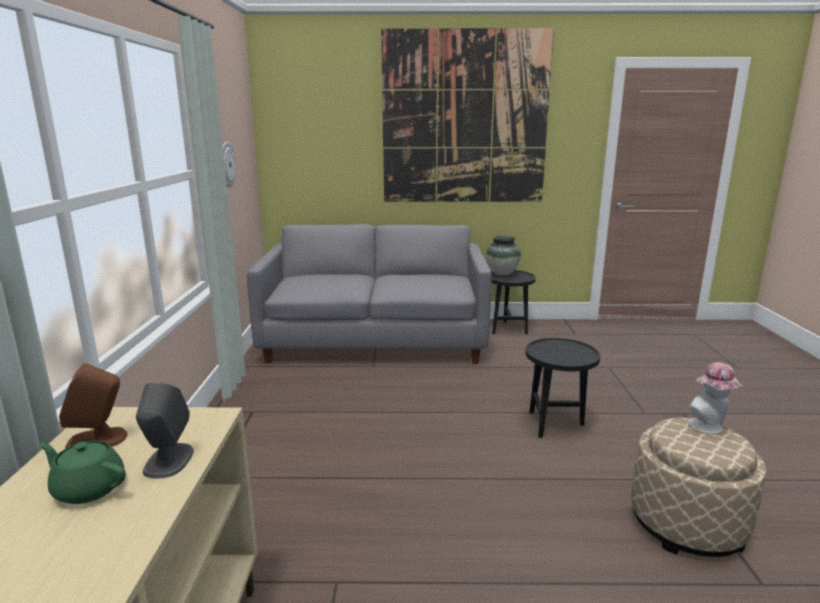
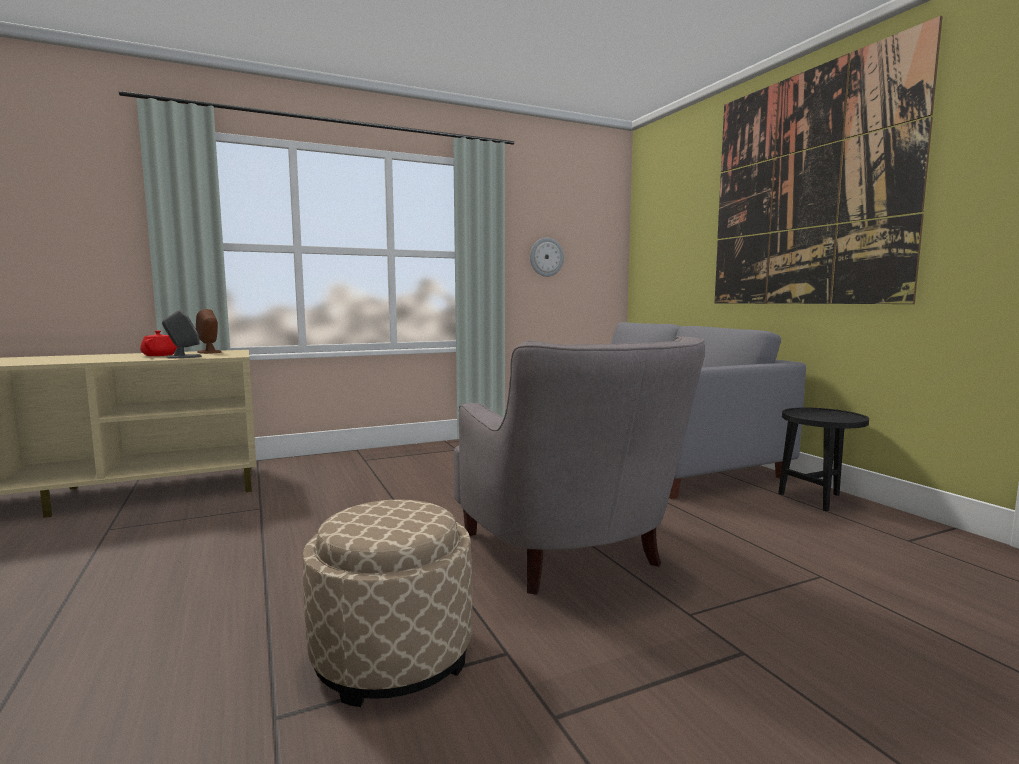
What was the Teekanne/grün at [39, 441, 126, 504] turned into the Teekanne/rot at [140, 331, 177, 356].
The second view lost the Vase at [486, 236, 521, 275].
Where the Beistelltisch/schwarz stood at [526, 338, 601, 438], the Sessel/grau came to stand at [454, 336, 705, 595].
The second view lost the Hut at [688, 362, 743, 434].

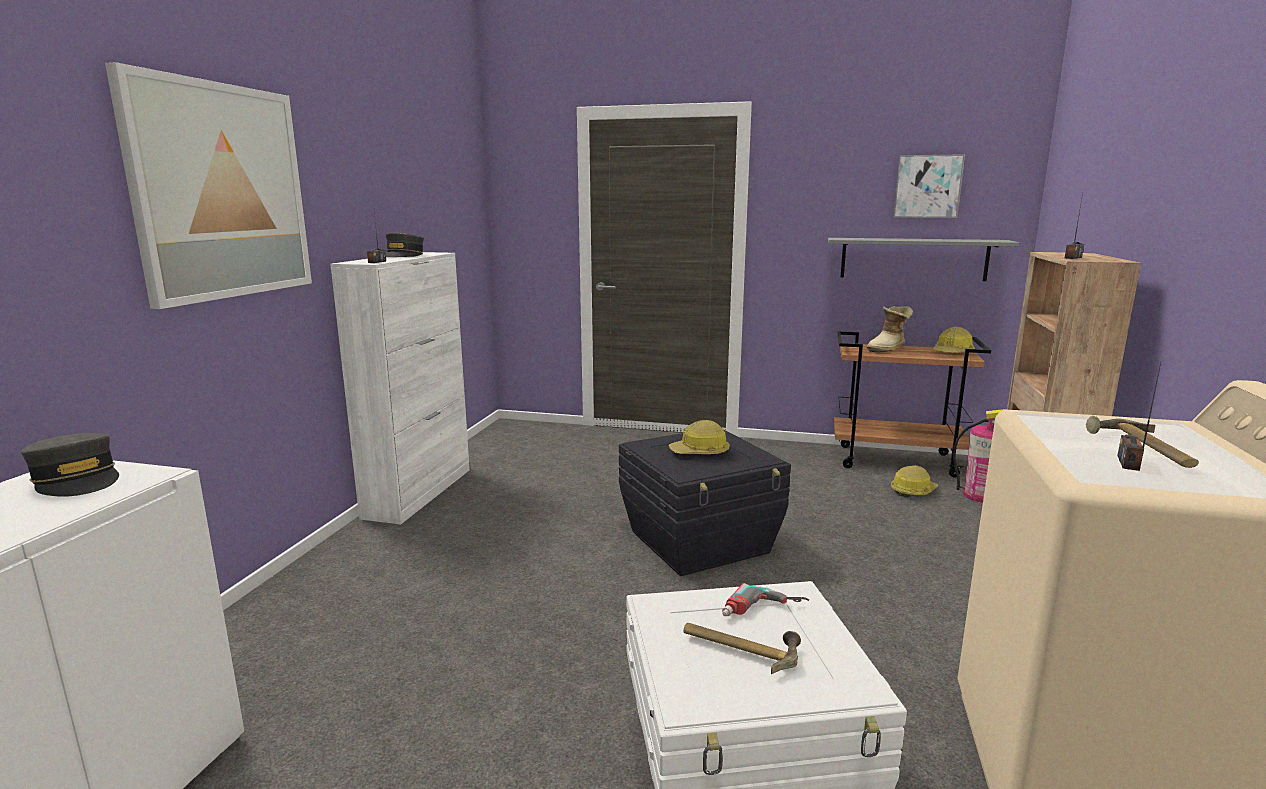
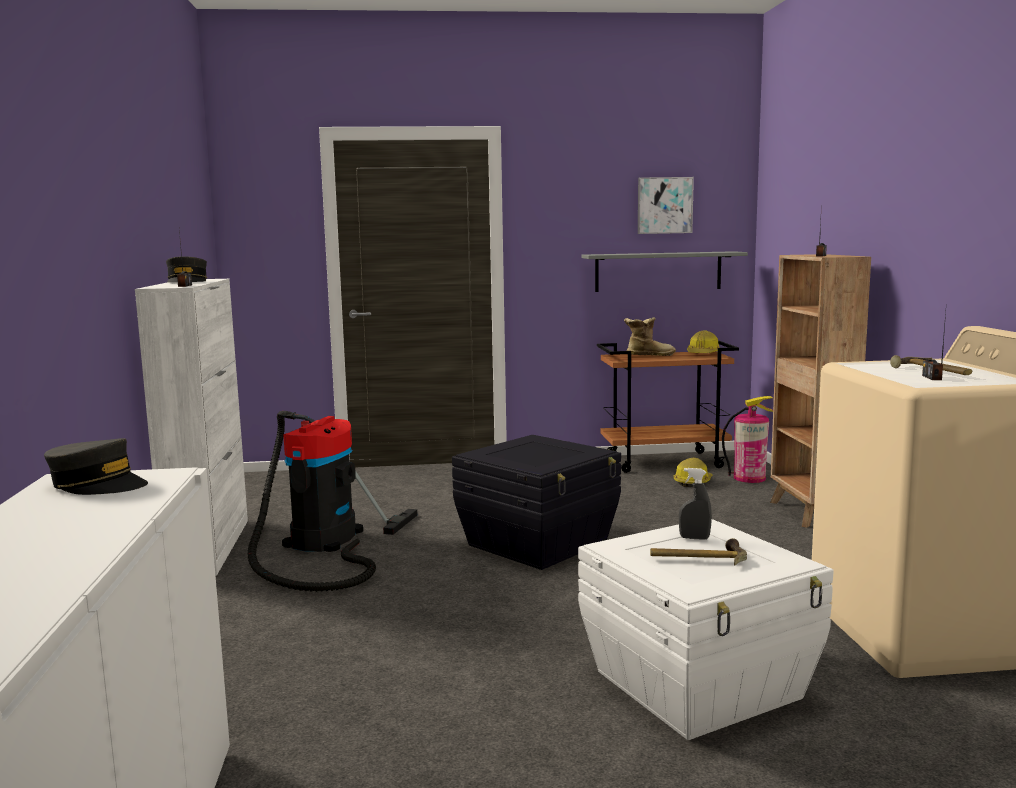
The second view lost the Bild at [105, 62, 312, 309].
The second view lost the Schutzhelm at [669, 420, 730, 454].
Where the Bohrmaschine stood at [722, 583, 809, 616], the Sprühflasche/grau came to stand at [679, 468, 712, 540].
The Stiefel at [867, 306, 913, 353] ended up facing another way, 135 degrees counterclockwise from before.
The second view gained the Staubsauger at [248, 411, 417, 592].

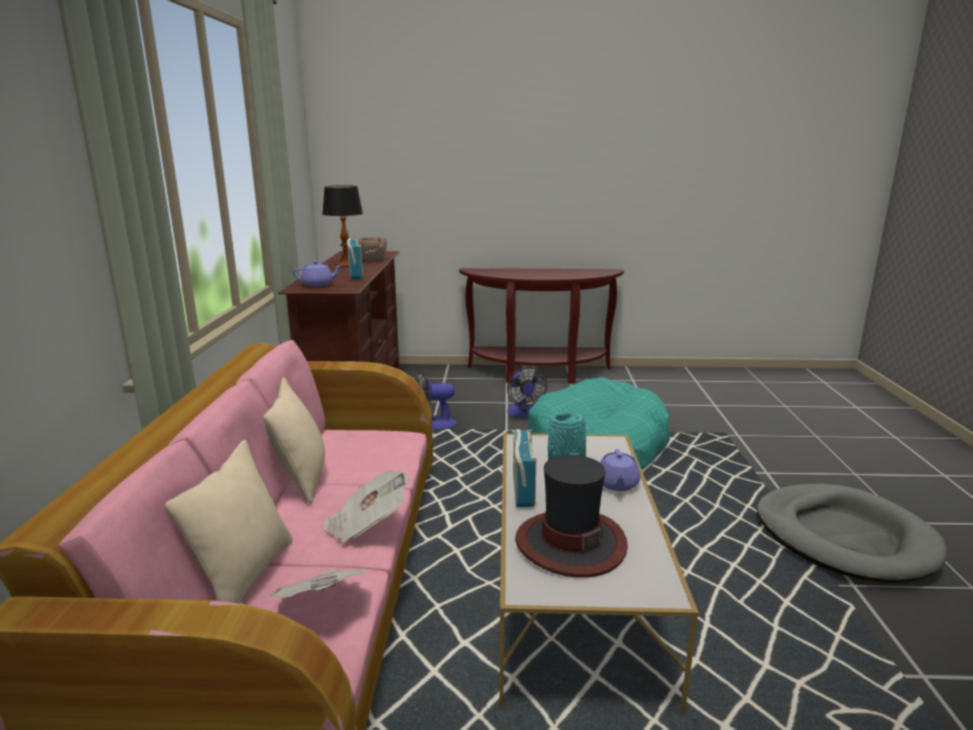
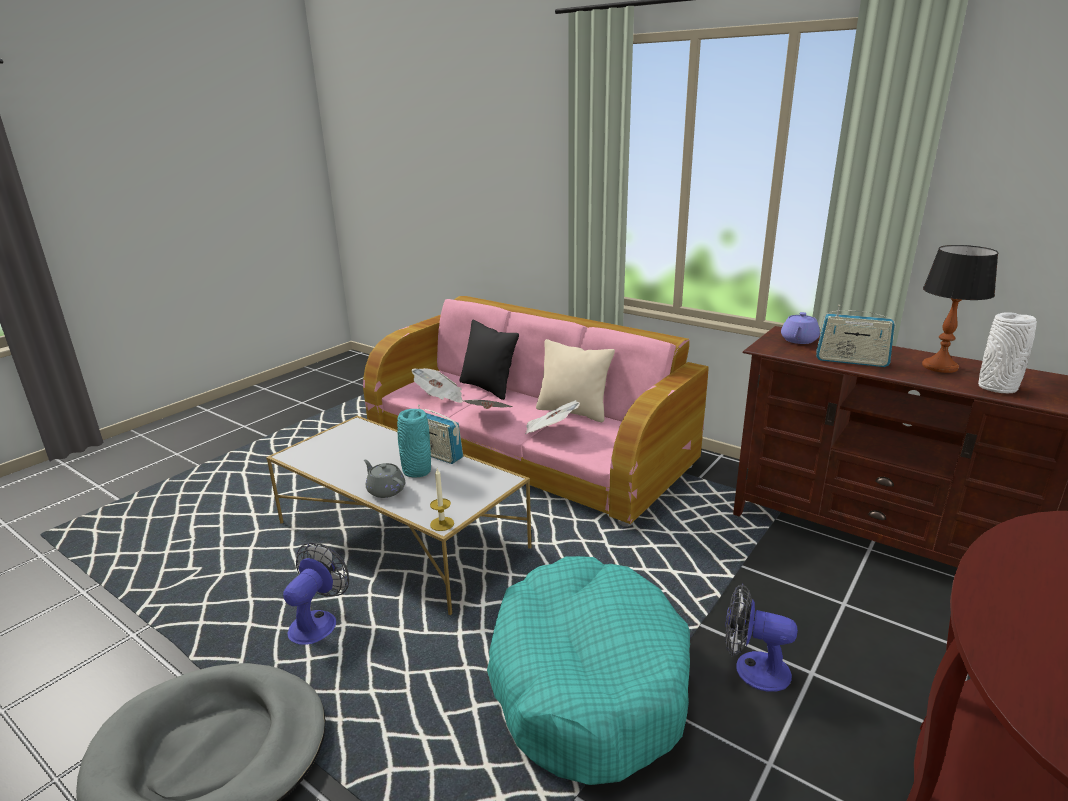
What was the Kissen/beige at [165, 440, 293, 604] turned into the Kissen/schwarz at [459, 319, 519, 400].
Where the Schüssel/braun stood at [358, 237, 387, 261], the Vase/weiß came to stand at [978, 312, 1037, 393].
The Ventilator ended up elsewhere, having gone from [415, 372, 457, 429] to [283, 543, 349, 645].
The second view lost the Hut at [515, 455, 628, 578].
What was the Teekanne/lila at [600, 449, 641, 491] turned into the Teekanne/grau at [364, 460, 405, 498].
The second view gained the Kerze at [430, 469, 454, 531].
The second view gained the Zeitung at [525, 400, 580, 434].

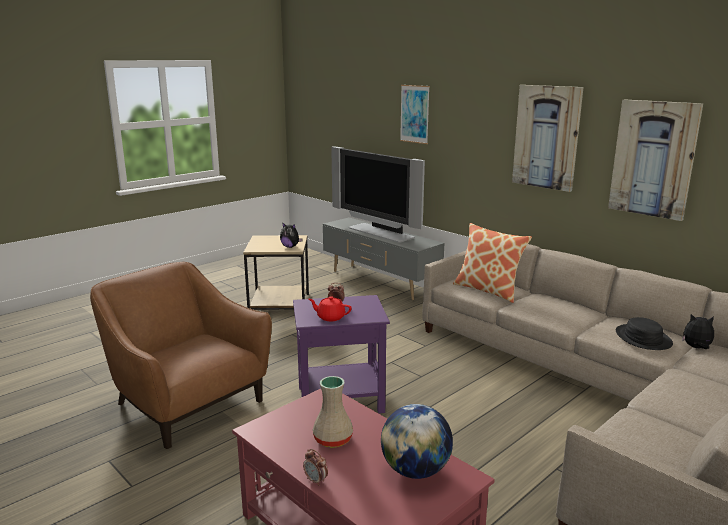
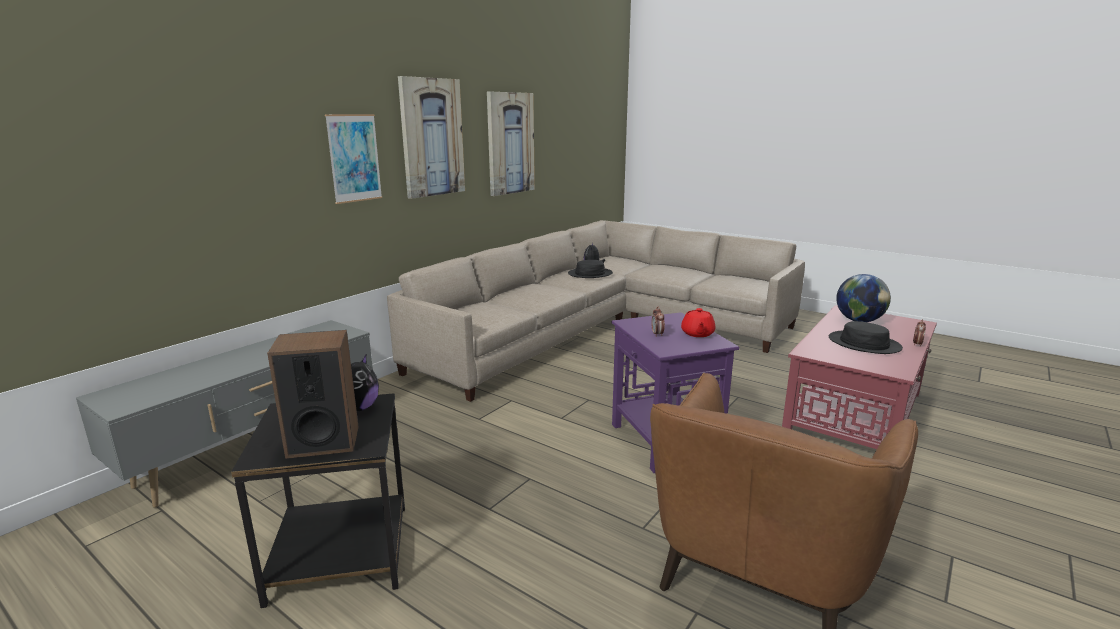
What was the Beistelltisch/beige at [243, 235, 309, 310] turned into the Beistelltisch/schwarz at [231, 393, 405, 608].
Where the Vase/beige stood at [313, 376, 353, 448], the Hut/schwarz came to stand at [829, 321, 903, 354].
The second view lost the Fernseher at [331, 146, 425, 243].
The Bild ended up elsewhere, having gone from [400, 85, 430, 144] to [325, 114, 382, 204].
The second view lost the Kissen at [453, 223, 532, 303].
The second view gained the Lautsprecher at [267, 330, 359, 459].

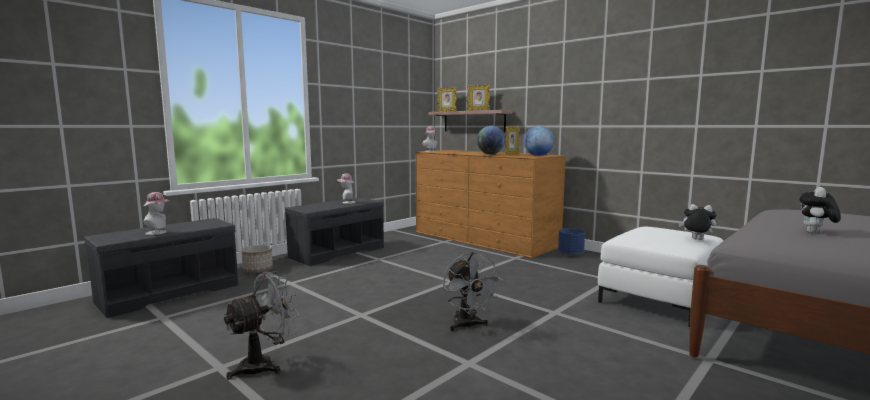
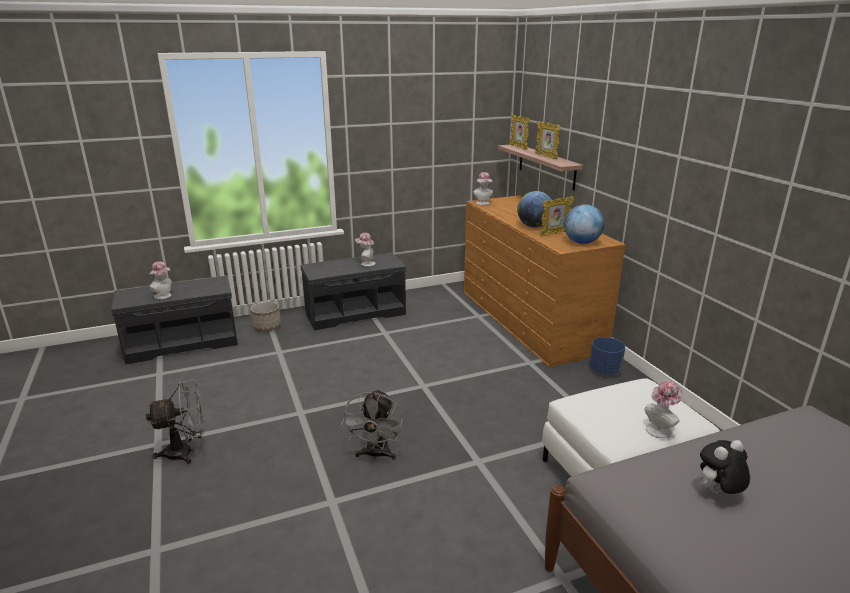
Where the Plüschtier stood at [678, 204, 717, 240], the Hut came to stand at [645, 381, 683, 438].

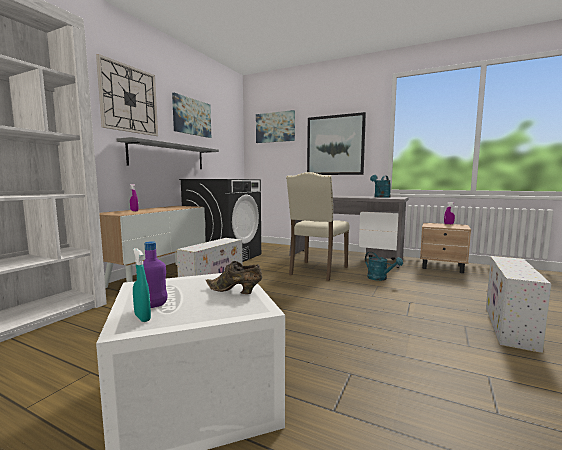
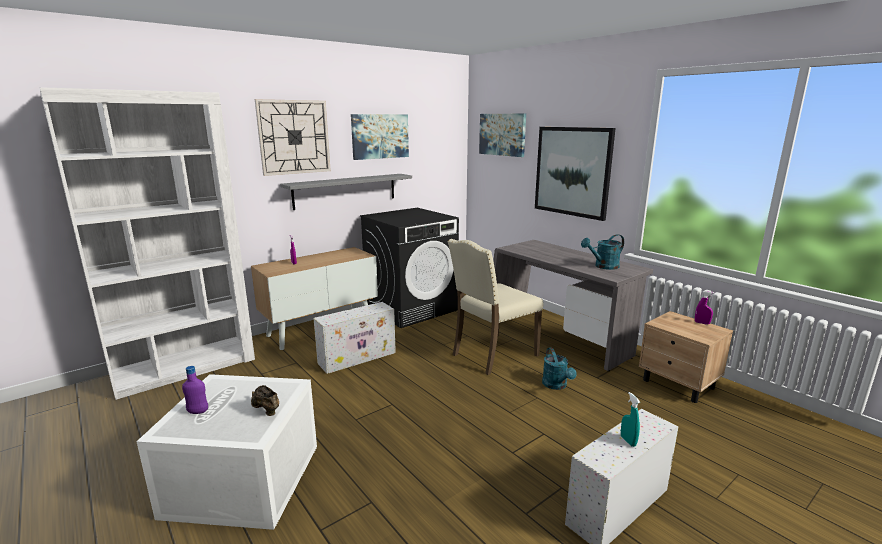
The Sprühflasche/türkis ended up elsewhere, having gone from [133, 248, 151, 322] to [621, 392, 640, 447].

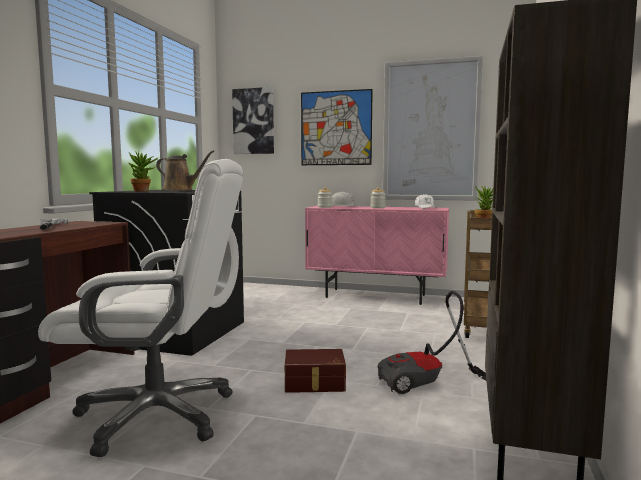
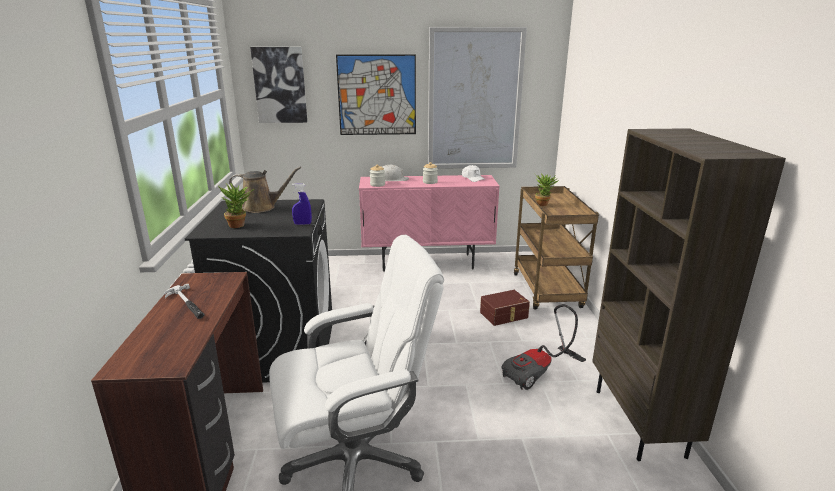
The Aufbewahrungsbox/braun ended up elsewhere, having gone from [285, 349, 346, 393] to [480, 290, 530, 326].
The second view gained the Sprühflasche/blau at [292, 183, 312, 225].

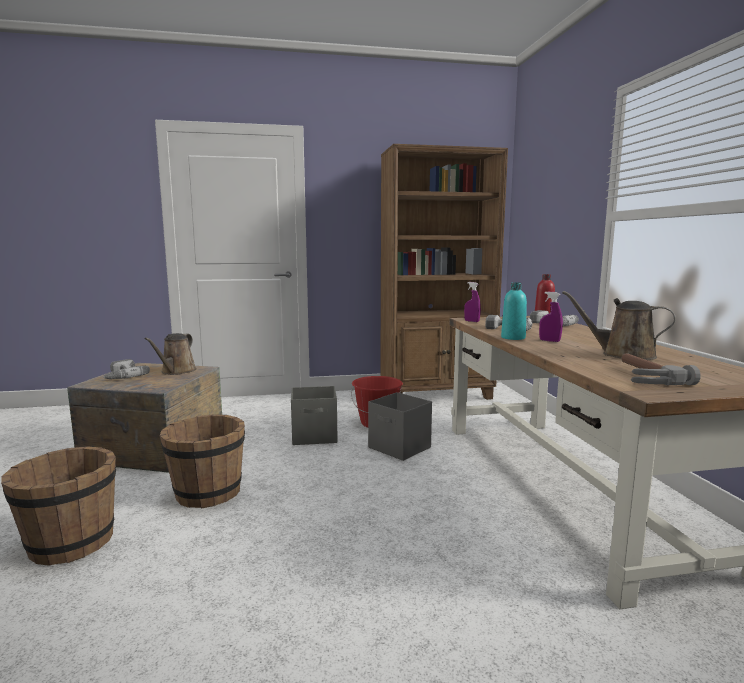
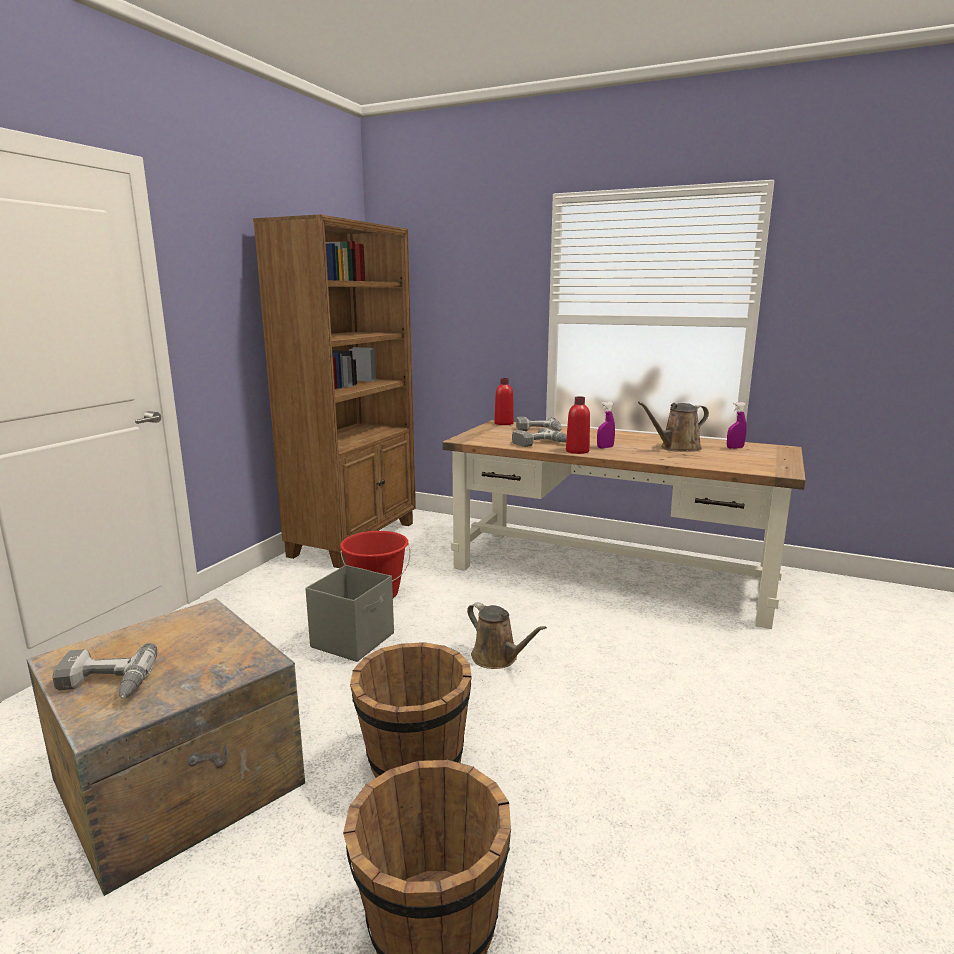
The Gießkanne/braun ended up elsewhere, having gone from [144, 333, 197, 375] to [467, 602, 547, 669].
The second view lost the Aufbewahrungsbox/grau at [368, 392, 432, 461].
The Sprühflasche/lila ended up elsewhere, having gone from [464, 282, 481, 322] to [727, 402, 747, 449].
What was the Flasche/türkis at [501, 282, 527, 340] turned into the Flasche/rot at [566, 396, 590, 454].
The second view lost the Hammer at [621, 353, 701, 385].

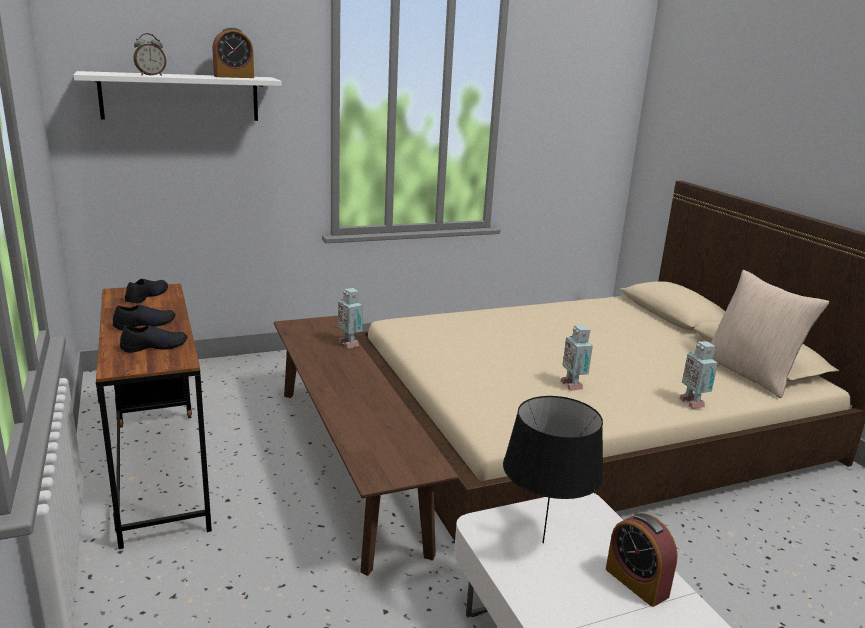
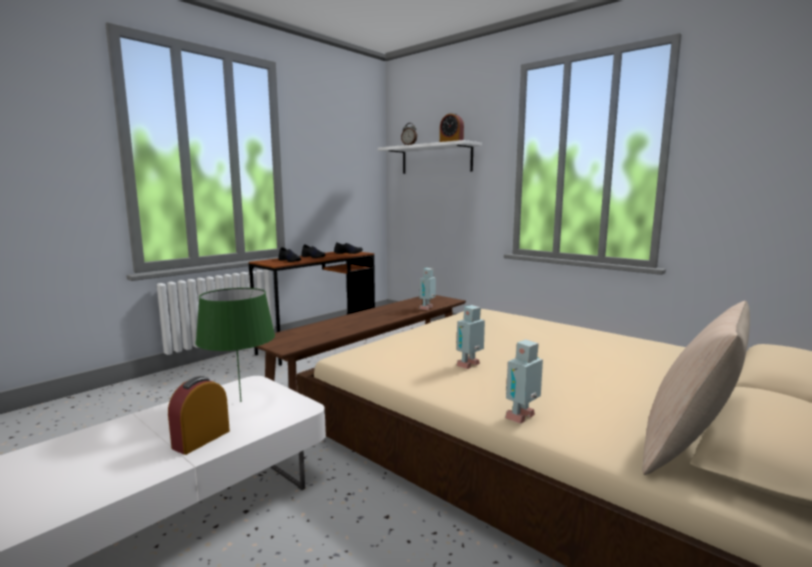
What was the Tischlampe/schwarz at [503, 396, 604, 543] turned into the Tischlampe/grün at [195, 288, 275, 402].

